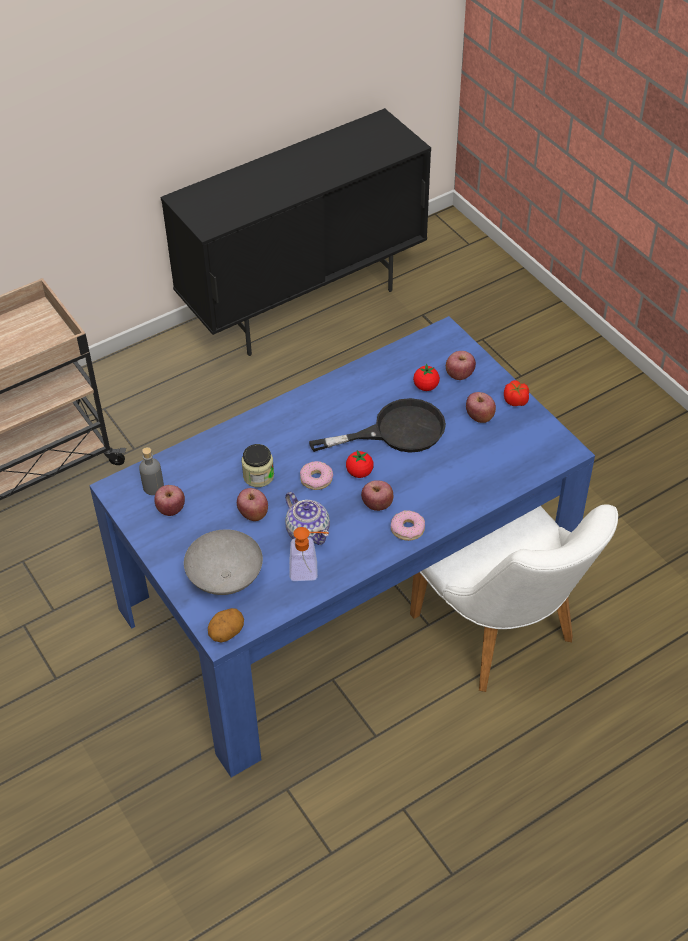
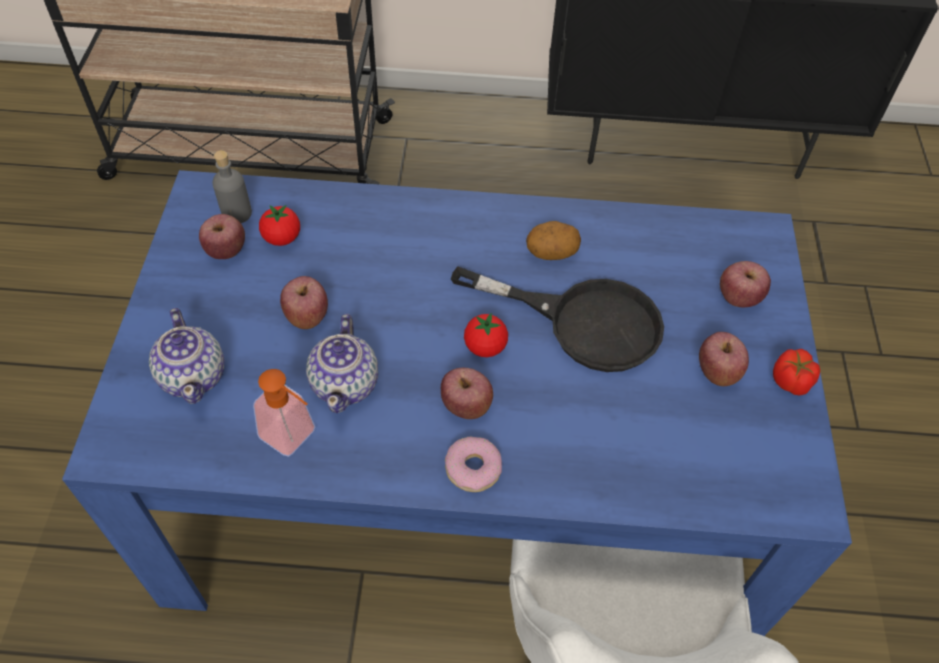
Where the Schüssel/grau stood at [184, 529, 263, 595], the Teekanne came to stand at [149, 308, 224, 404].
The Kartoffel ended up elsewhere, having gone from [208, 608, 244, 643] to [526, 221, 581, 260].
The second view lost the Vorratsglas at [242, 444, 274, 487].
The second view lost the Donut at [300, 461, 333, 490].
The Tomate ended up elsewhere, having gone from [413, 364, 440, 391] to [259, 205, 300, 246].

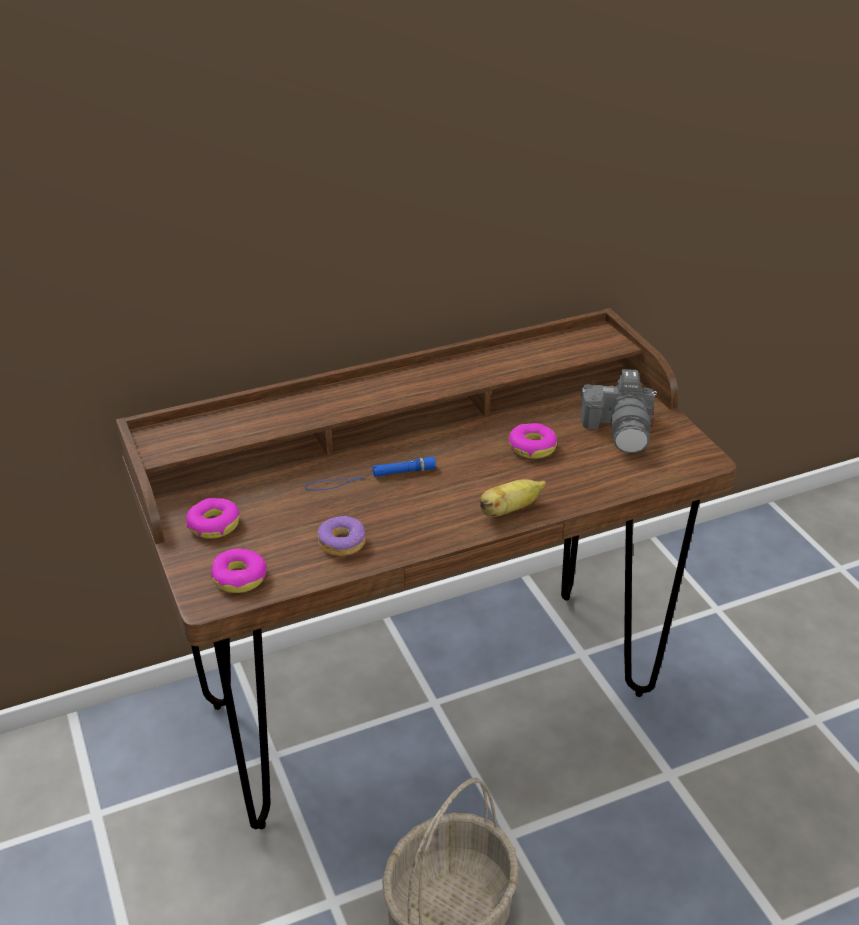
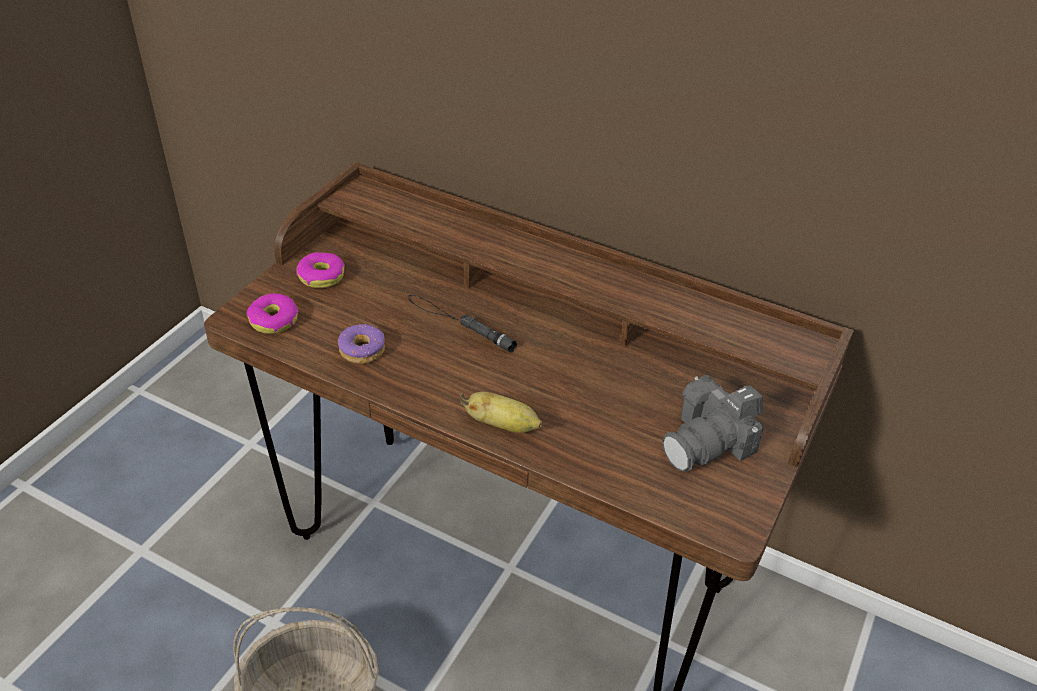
What was the Taschenlampe/blau at [305, 457, 436, 490] turned into the Taschenlampe/schwarz at [408, 295, 517, 352].
The second view lost the Donut at [508, 423, 557, 459].

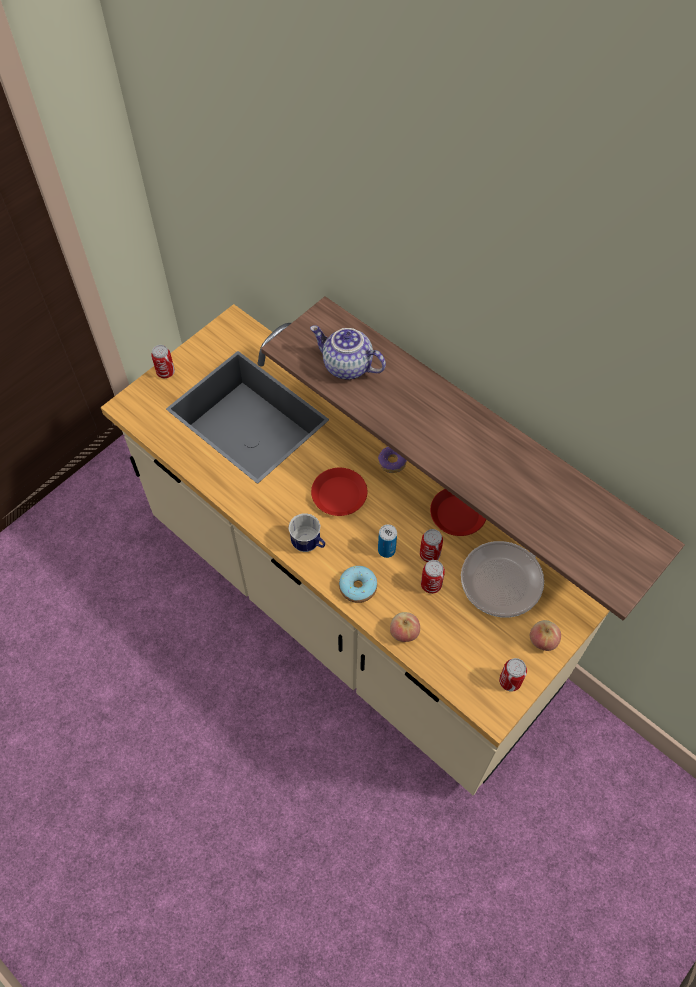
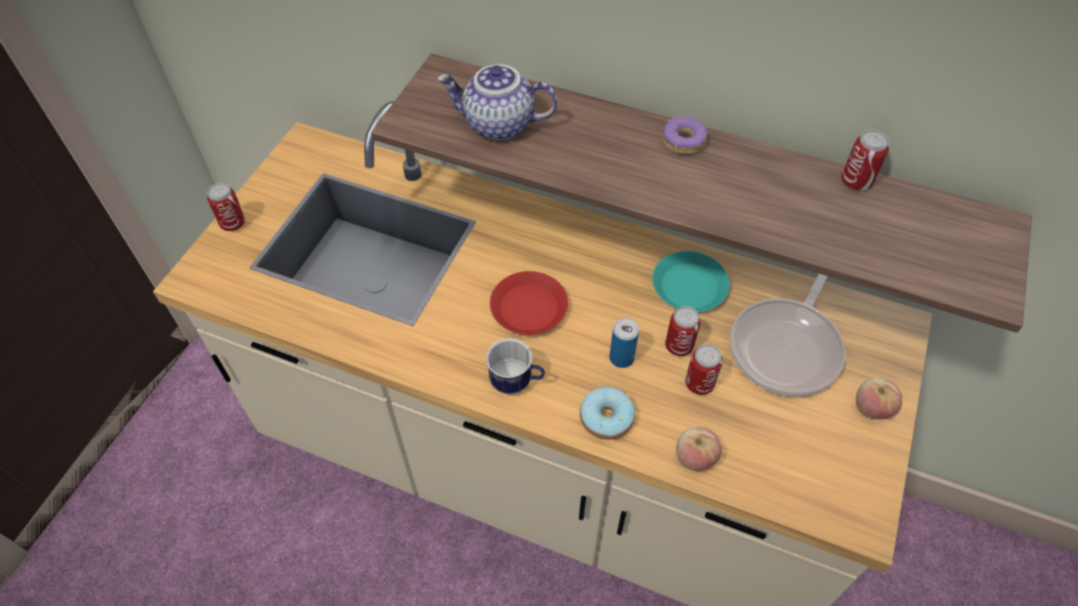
The Donut ended up elsewhere, having gone from [378, 446, 407, 473] to [662, 116, 707, 155].
What was the Teller/rot at [430, 489, 486, 536] turned into the Teller/türkis at [652, 251, 730, 312].
The Dose ended up elsewhere, having gone from [499, 658, 527, 692] to [841, 130, 889, 191].

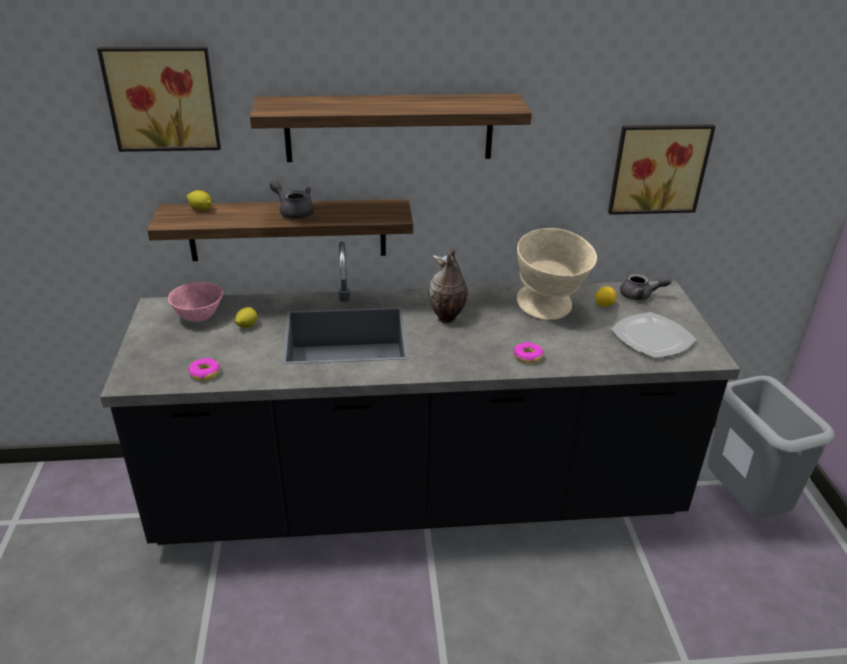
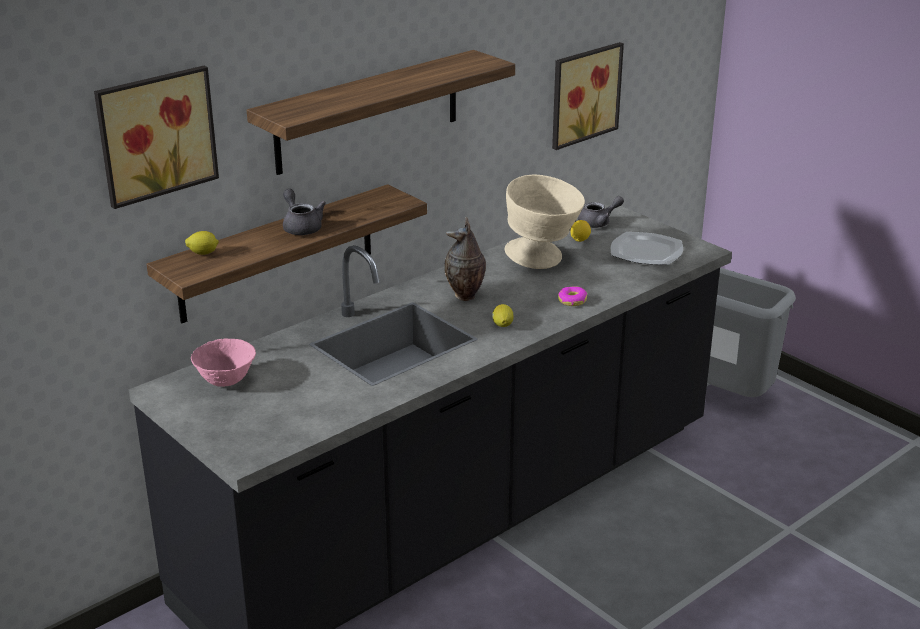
The second view lost the Donut at [188, 358, 220, 381].
The Zitrone ended up elsewhere, having gone from [235, 307, 257, 328] to [492, 304, 513, 327].
The Teekanne/grau at [270, 180, 314, 219] ended up facing another way, 60 degrees clockwise from before.

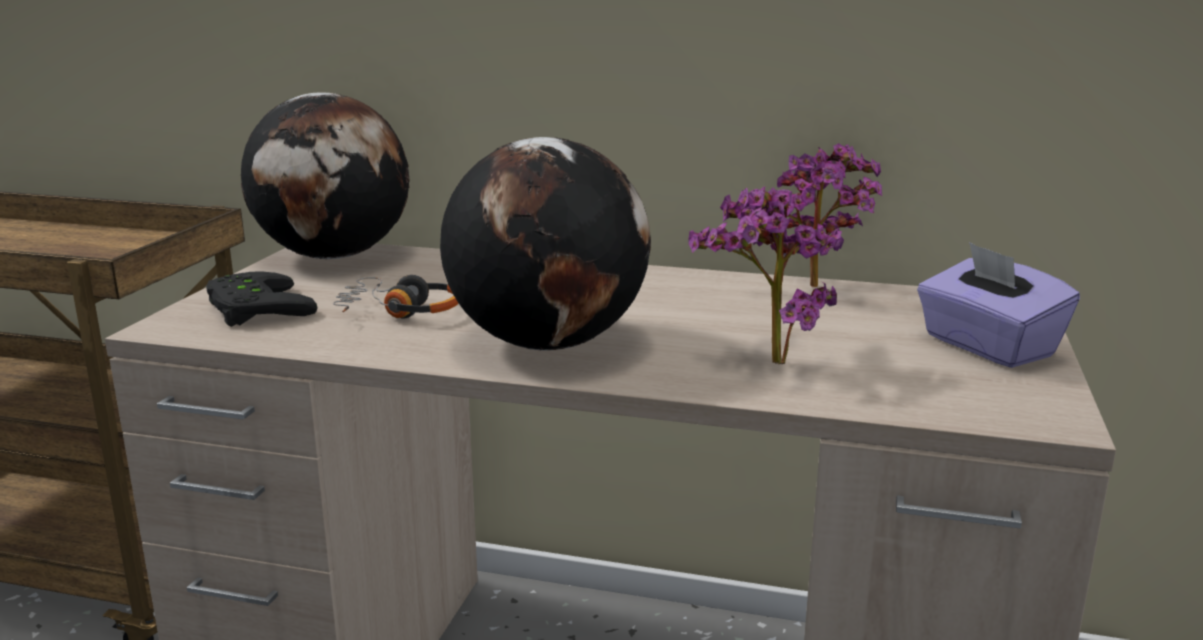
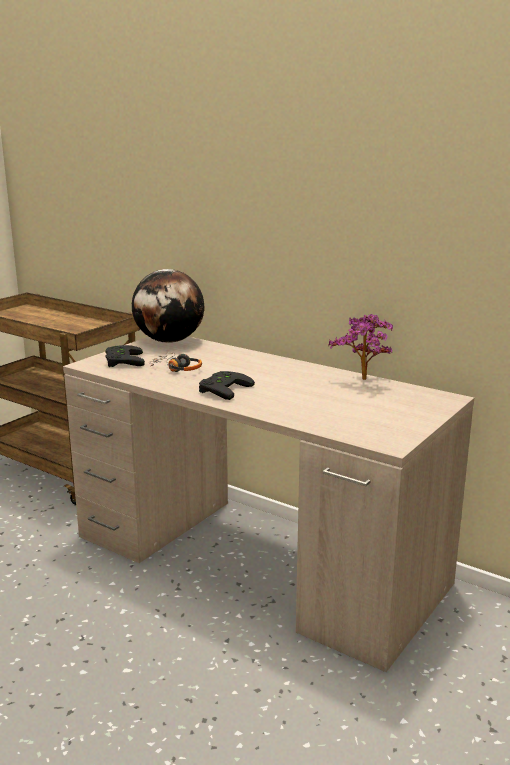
Where the Globus stood at [440, 137, 651, 351], the Gamepad/schwarz came to stand at [199, 371, 255, 400].
The second view lost the Topfpflanze at [688, 186, 844, 365].
The second view lost the Taschentuchbox/lila at [917, 242, 1080, 368].

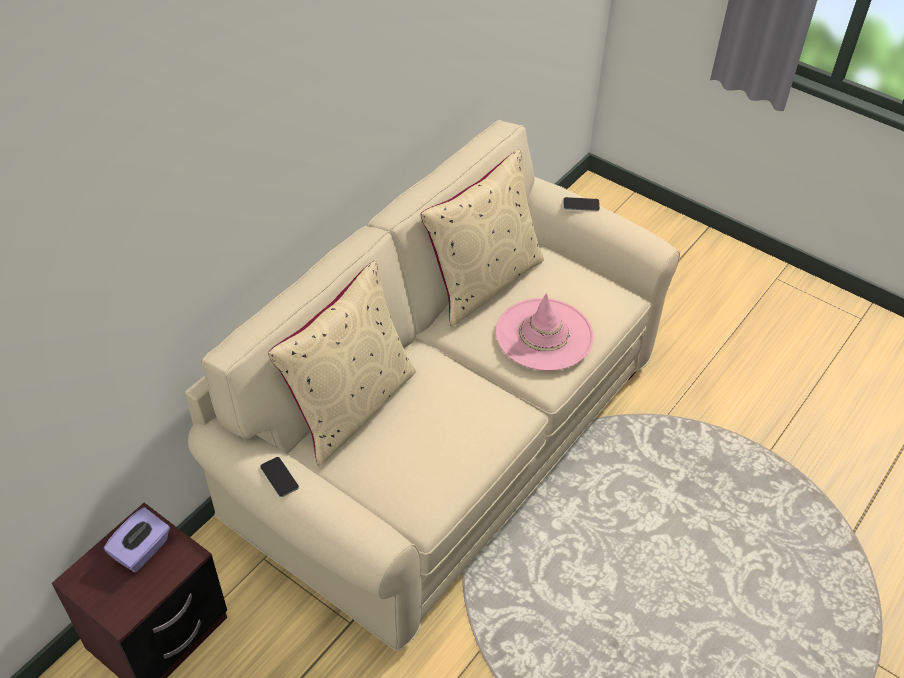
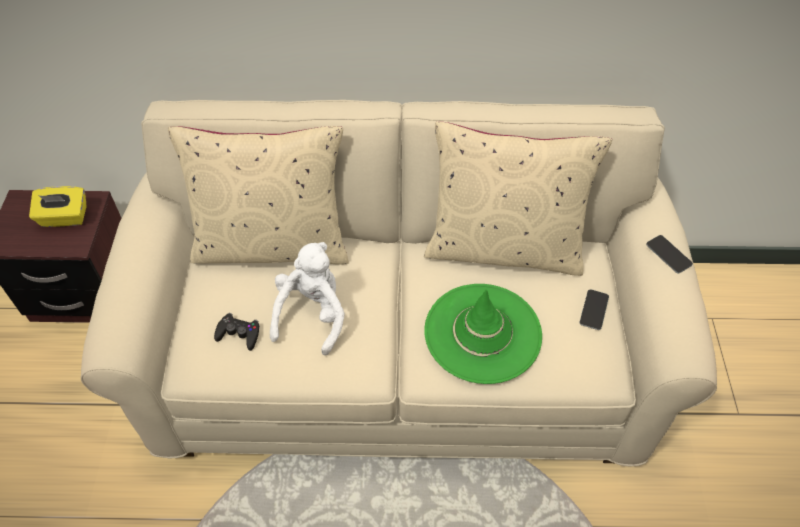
What was the Taschentuchbox/lila at [104, 507, 170, 572] turned into the Taschentuchbox/gelb at [29, 186, 87, 227].
The Handy ended up elsewhere, having gone from [260, 457, 299, 497] to [580, 289, 609, 330].
What was the Hut/rosa at [496, 293, 594, 371] turned into the Hut/grün at [424, 284, 542, 384].
The second view gained the Gamepad/schwarz at [214, 313, 259, 351].
The second view gained the Plüschtier/weiß at [270, 242, 345, 356].

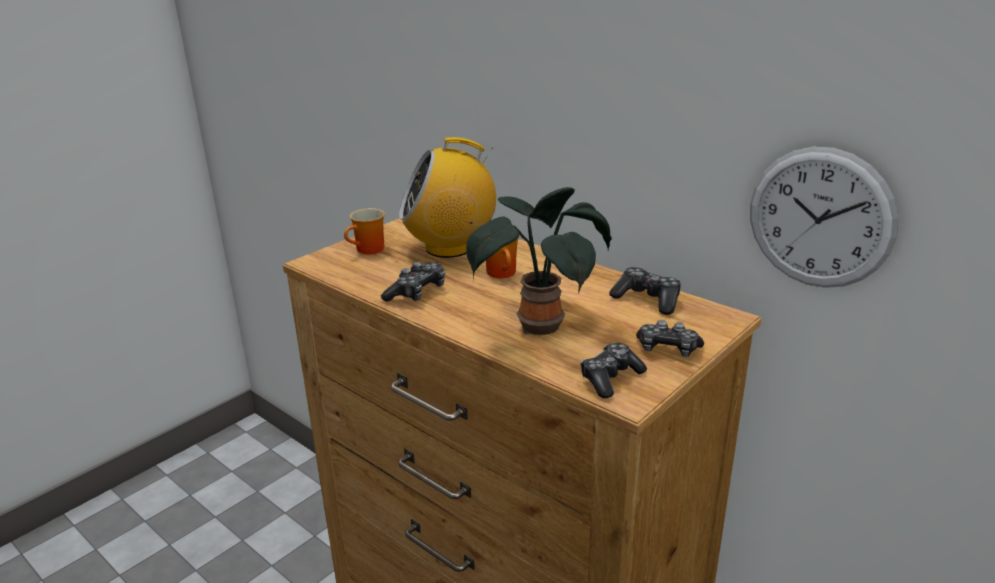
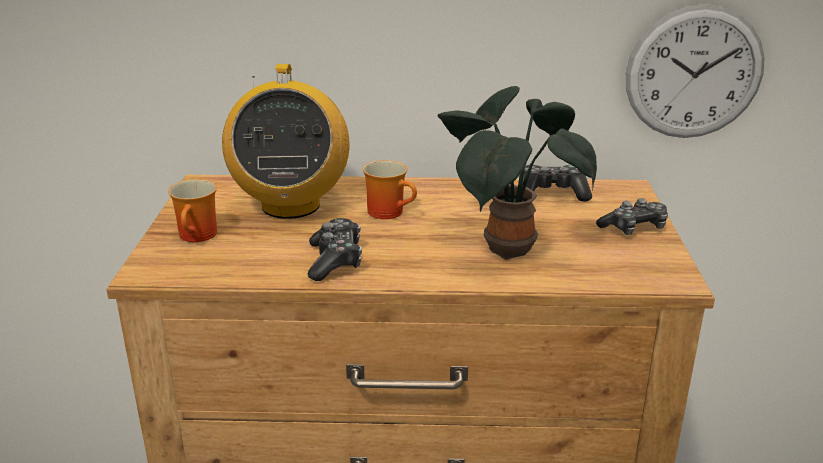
The Radio at [399, 137, 496, 258] ended up facing another way, 45 degrees counterclockwise from before.
The second view lost the Gamepad at [580, 343, 647, 398].

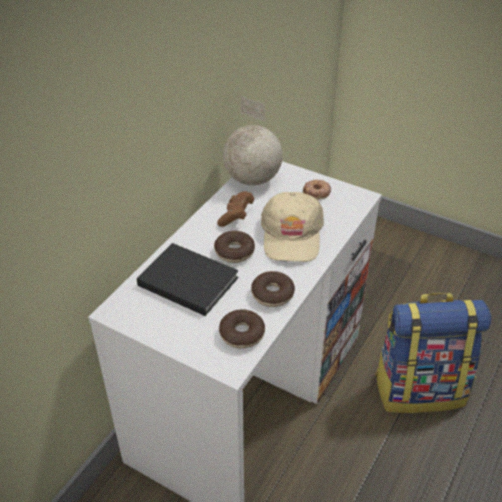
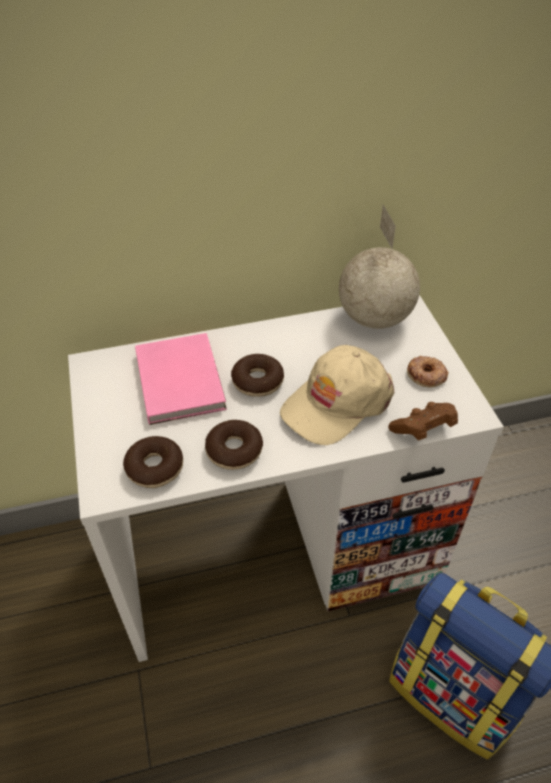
What was the Buch/schwarz at [137, 243, 239, 316] turned into the Buch/rosa at [135, 333, 227, 425].
The Gamepad/braun ended up elsewhere, having gone from [217, 191, 254, 227] to [388, 402, 458, 441].

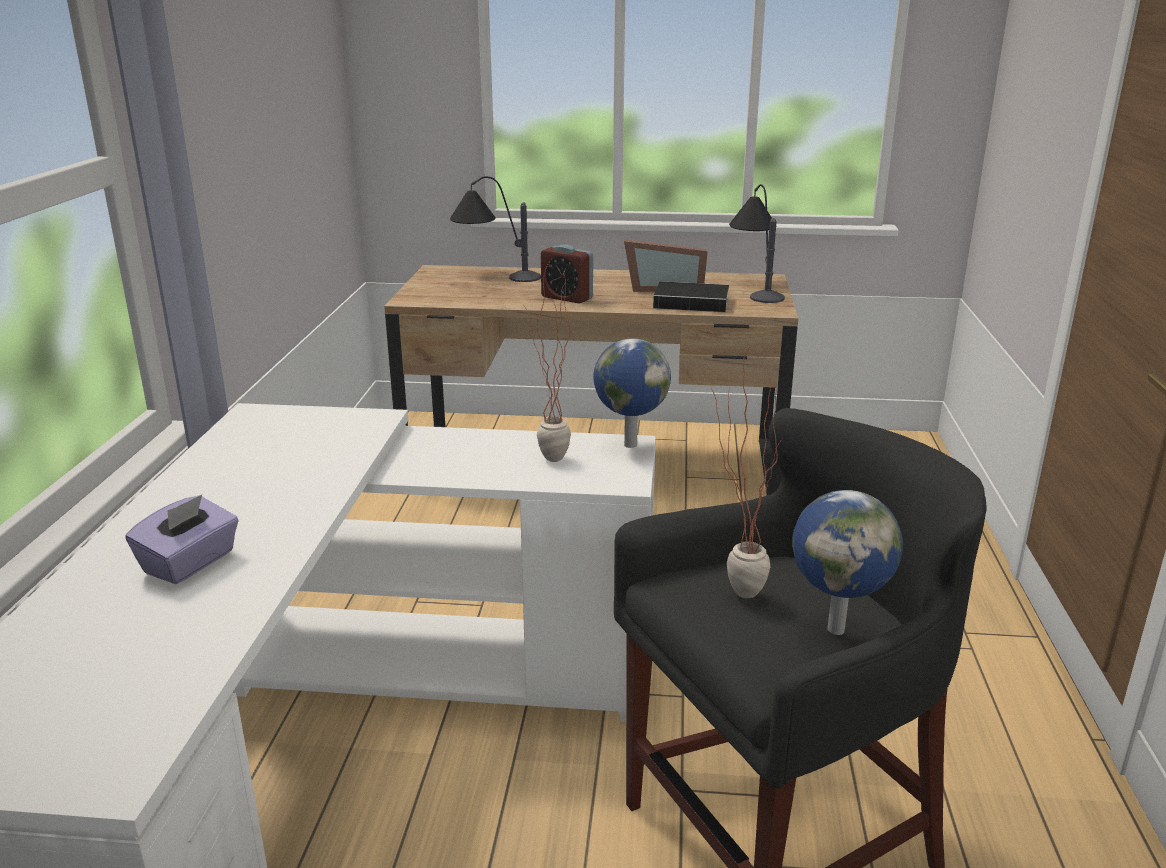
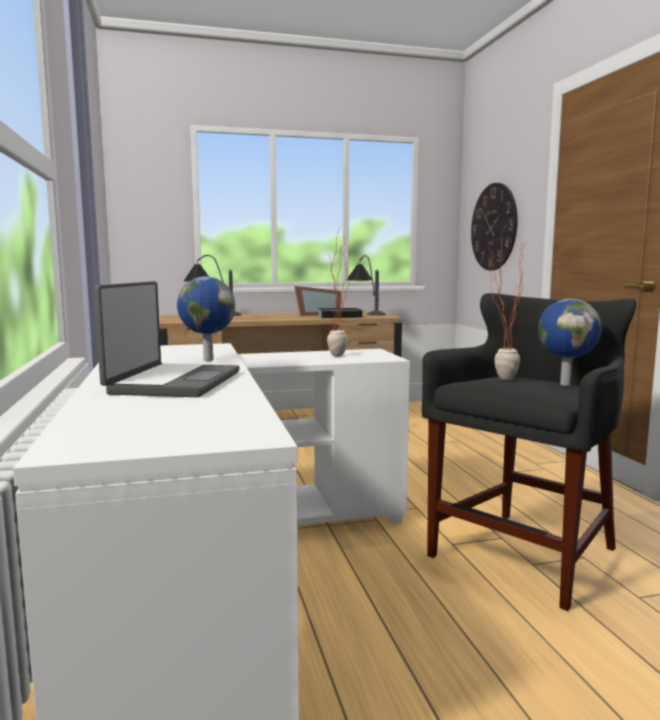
Where the Taschentuchbox/lila stood at [125, 495, 239, 584], the Laptop came to stand at [94, 281, 240, 397].
The second view lost the Wecker at [541, 245, 593, 304].
The Globus ended up elsewhere, having gone from [593, 338, 671, 448] to [177, 276, 235, 361].
The second view gained the Wanduhr at [471, 183, 518, 270].

